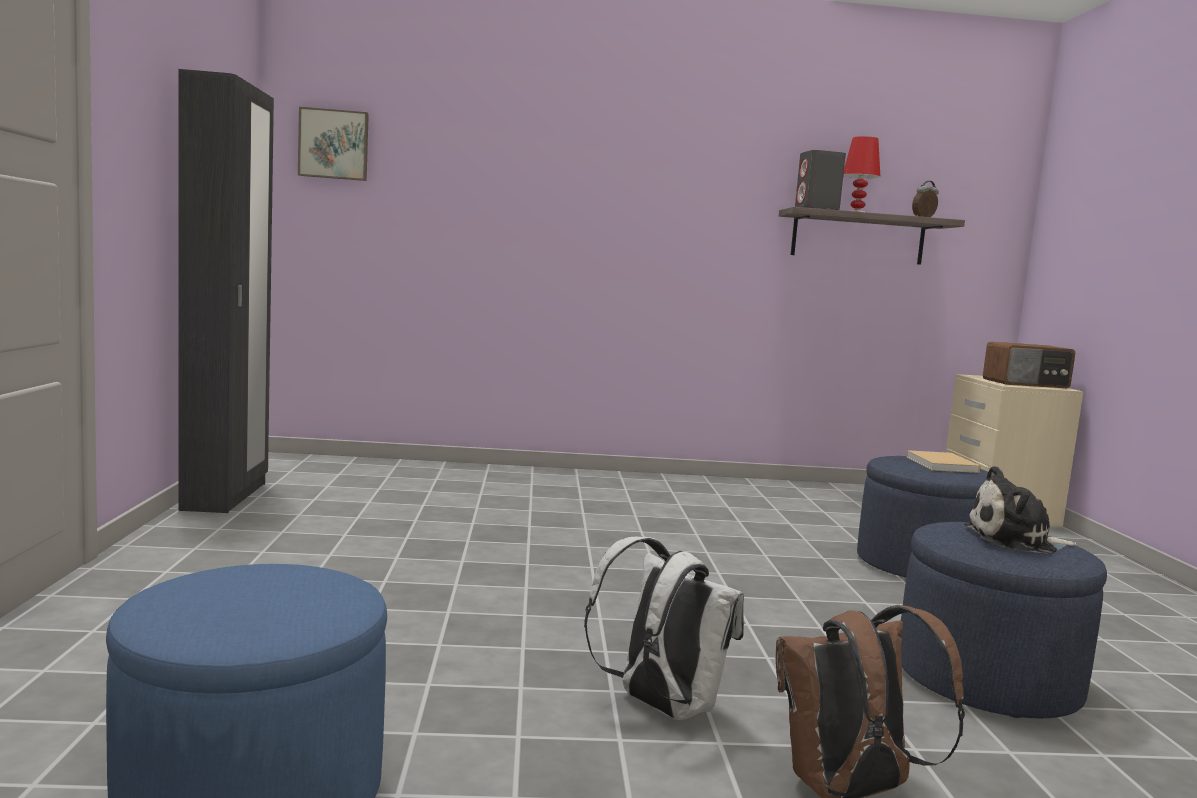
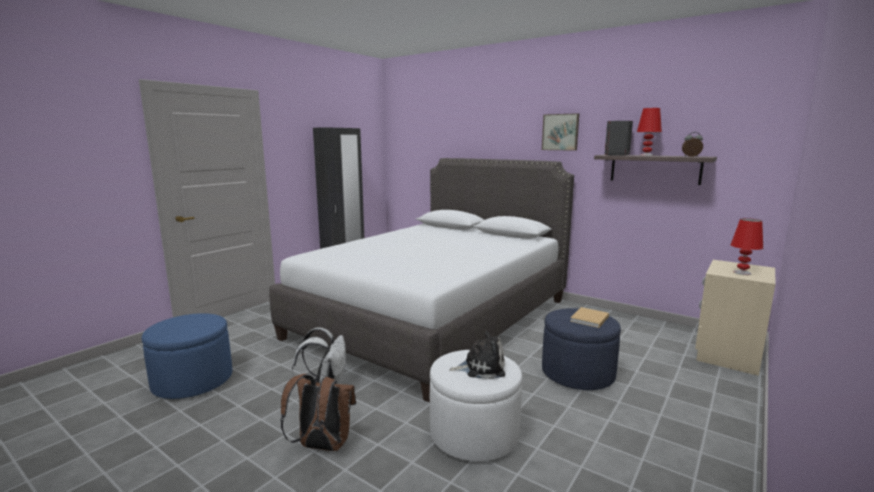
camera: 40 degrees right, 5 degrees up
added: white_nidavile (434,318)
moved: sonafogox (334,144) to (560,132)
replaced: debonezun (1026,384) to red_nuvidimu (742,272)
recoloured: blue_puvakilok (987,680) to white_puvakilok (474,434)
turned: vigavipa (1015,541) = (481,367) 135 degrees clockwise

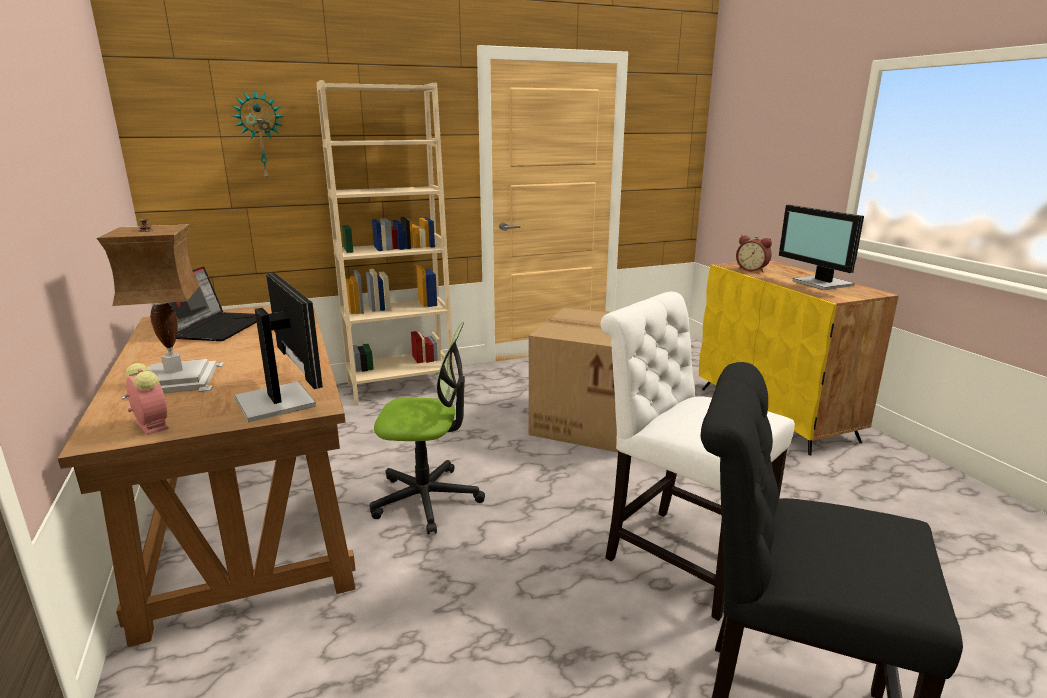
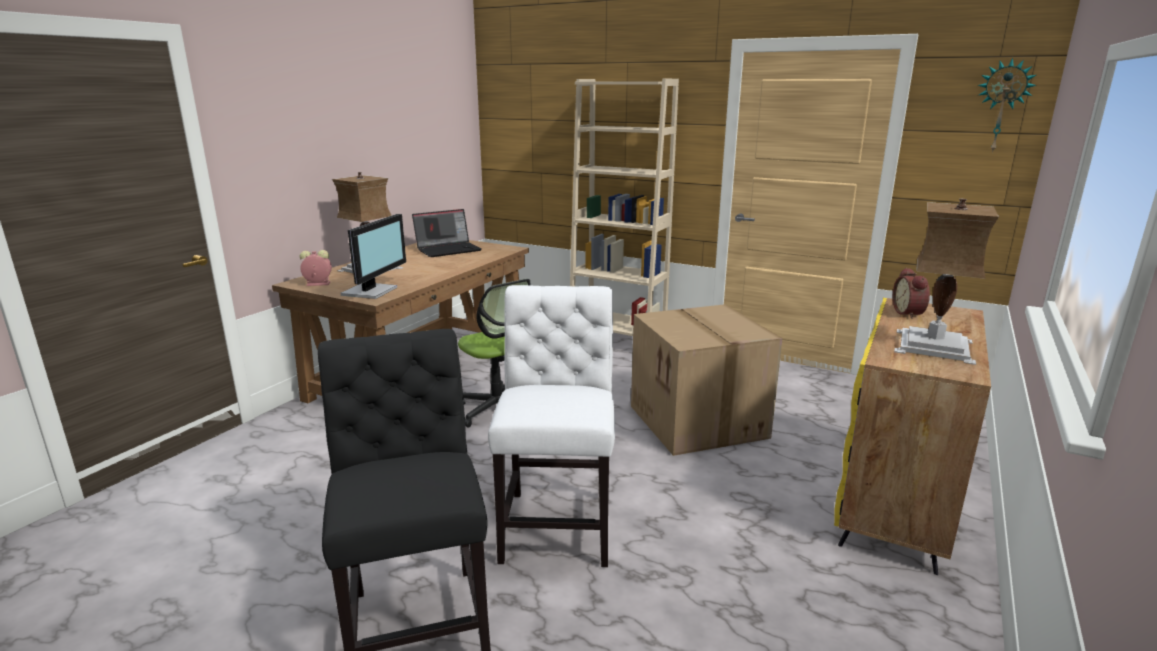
camera: 50 degrees right, 0 degrees up
moved: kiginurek (261,136) to (1001,106)
replaced: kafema (821,283) to nuvidimu (935,347)
turned: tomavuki (151,425) = (317,284) 105 degrees counterclockwise

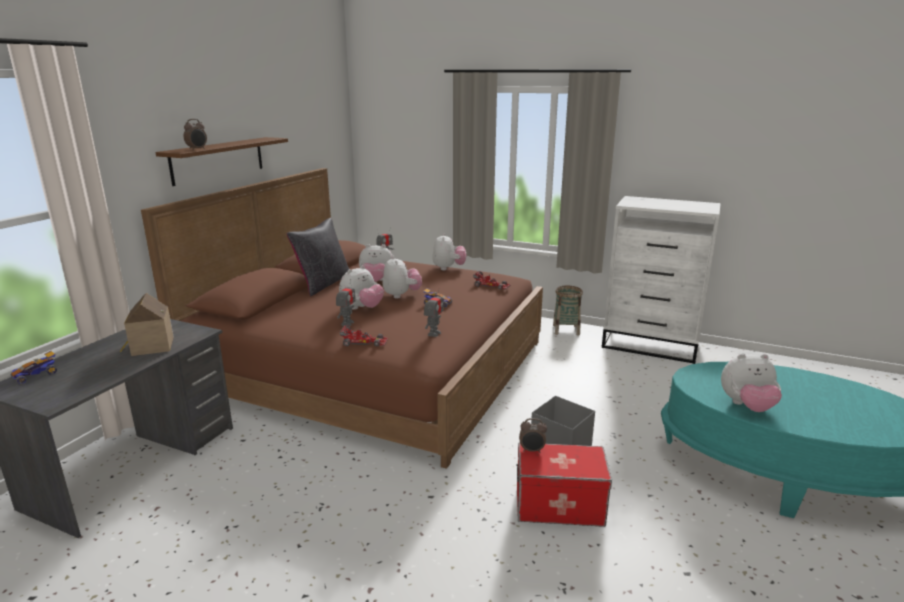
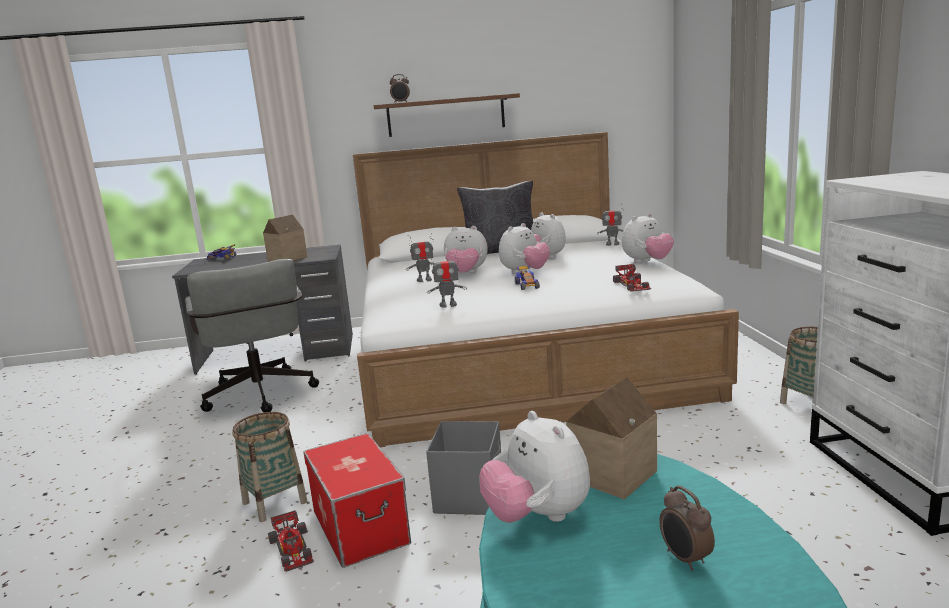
camera: 60 degrees right, 5 degrees down
added: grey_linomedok (261,397); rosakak (274,502); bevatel (608,474)
moved: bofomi (364,341) to (292,548); tomavuki (532,450) to (685,559)
recoloured: brown_nidavile (373,366) to white_nidavile (518,355)

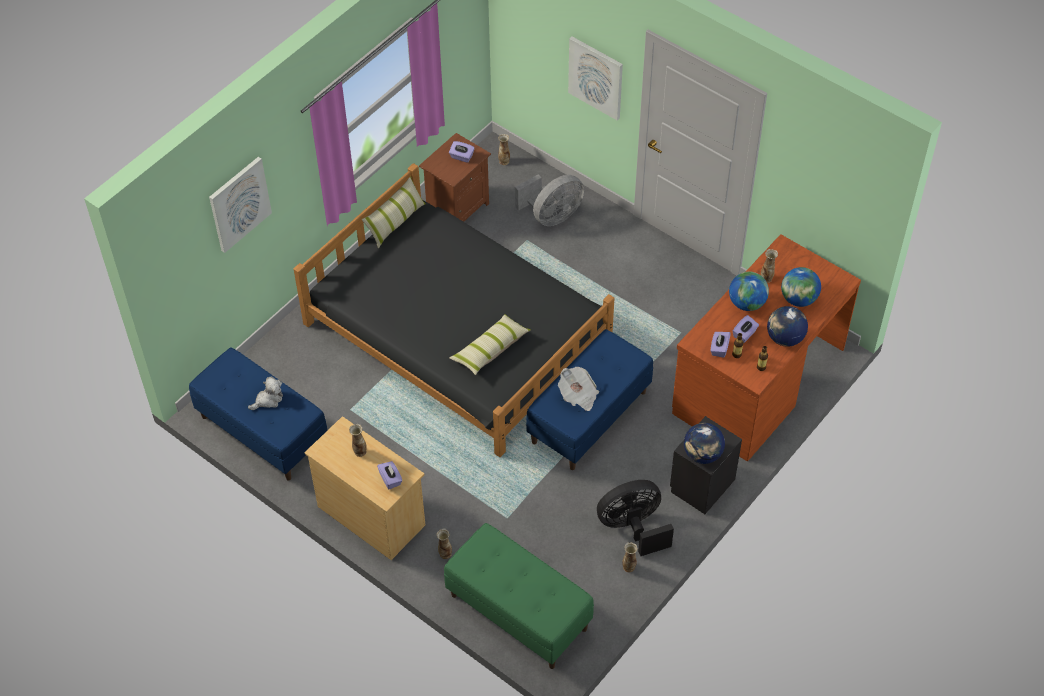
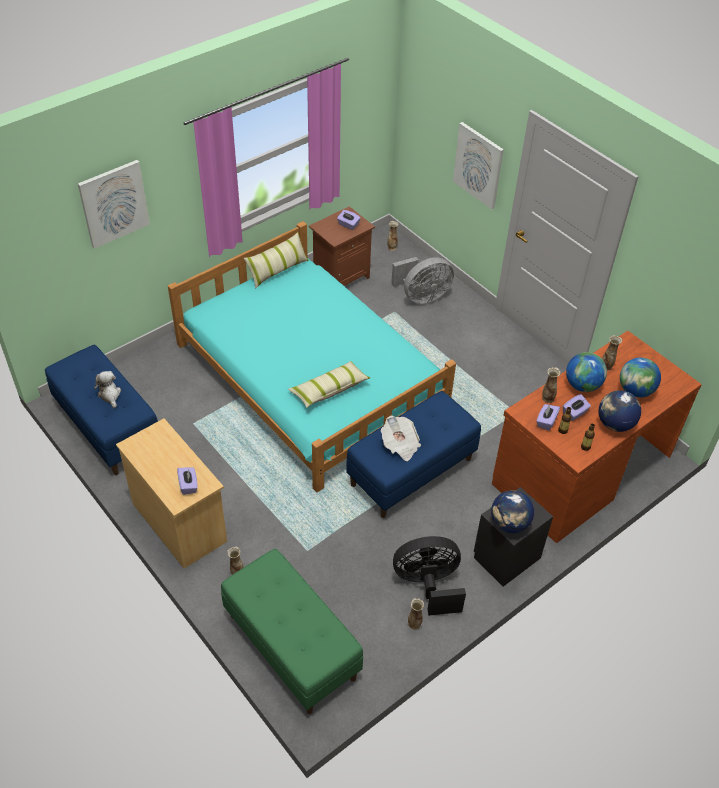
camera: 10 degrees right, 5 degrees down
moved: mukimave (359,452) to (547,398)
recoloured: black_nidavile (458,333) to turquoise_nidavile (311,376)
turned: vigavipa (268,400) = (110,395) 90 degrees counterclockwise

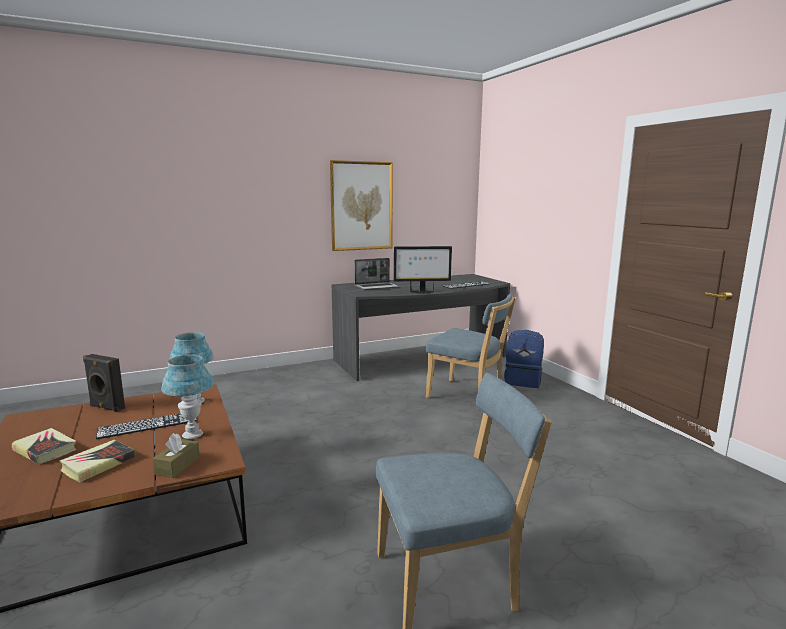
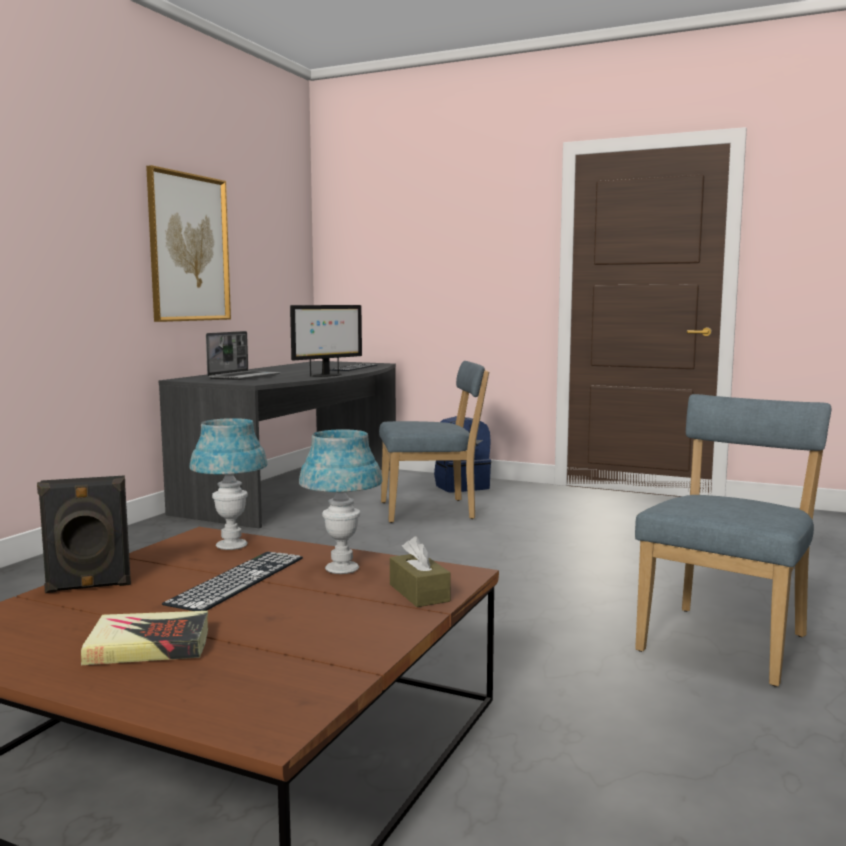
camera: 40 degrees left, 5 degrees down
removed: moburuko (98,464)

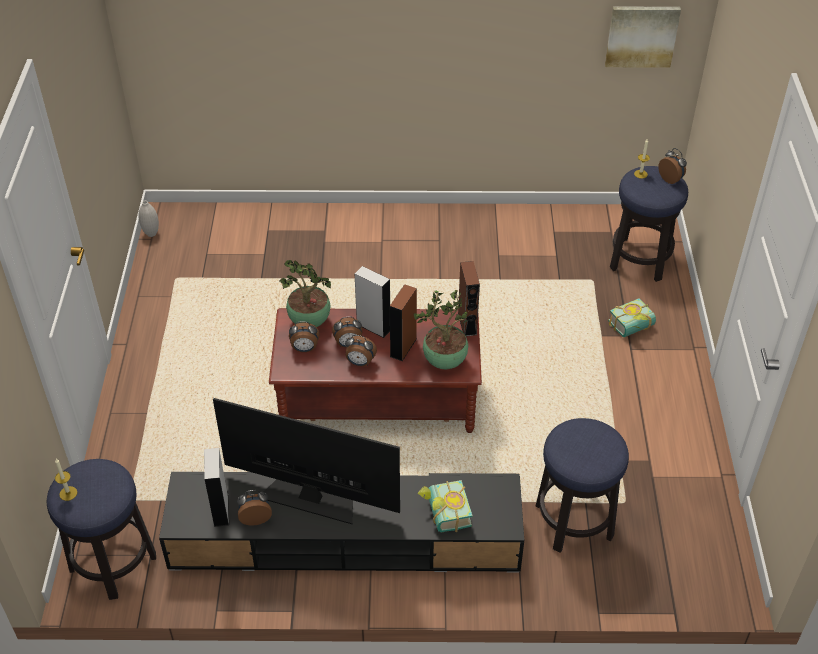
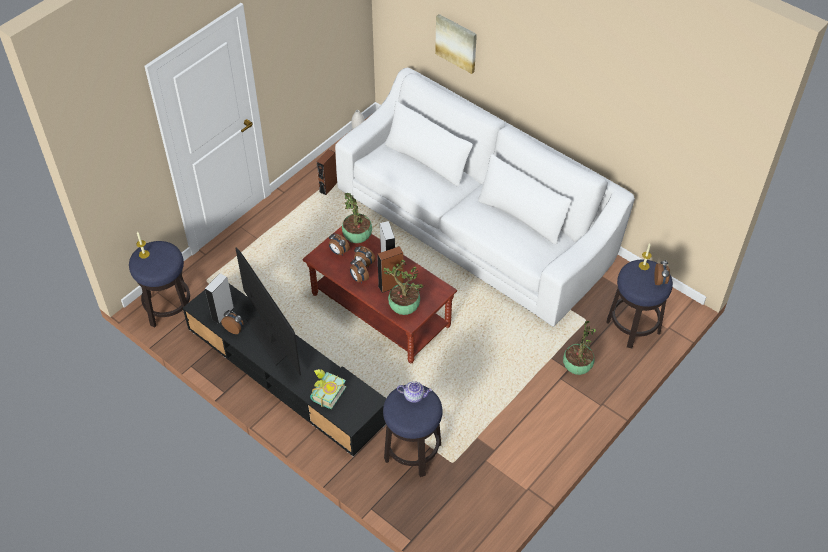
camera: 40 degrees right, 5 degrees up
added: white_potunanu (475,225); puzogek (414,396)
moved: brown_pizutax (467,323) to (328,187); sonafogox (641,35) to (456,43)
replaced: moburuko (633,328) to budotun (576,367)

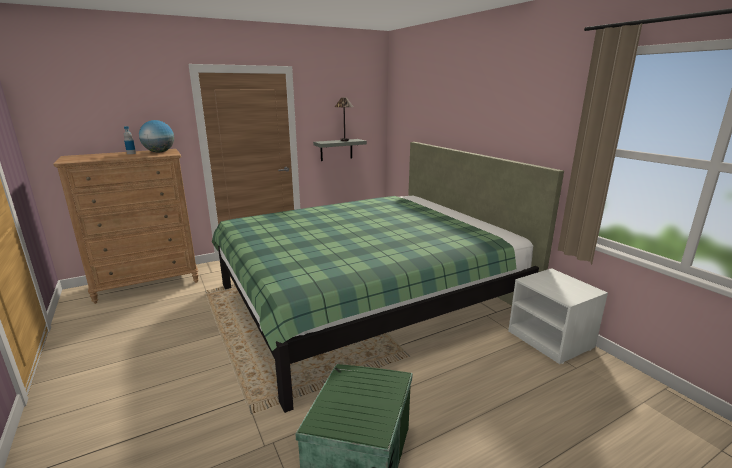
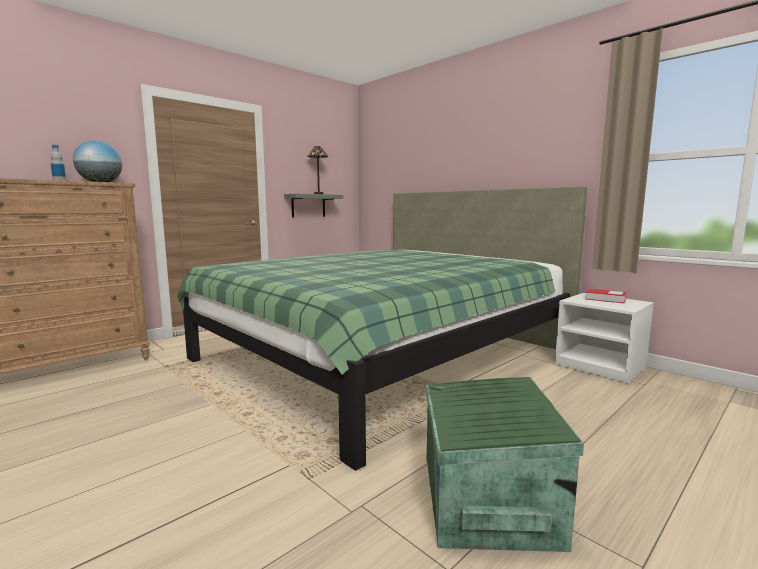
camera: 15 degrees left, 10 degrees down
added: moburuko (605,299)

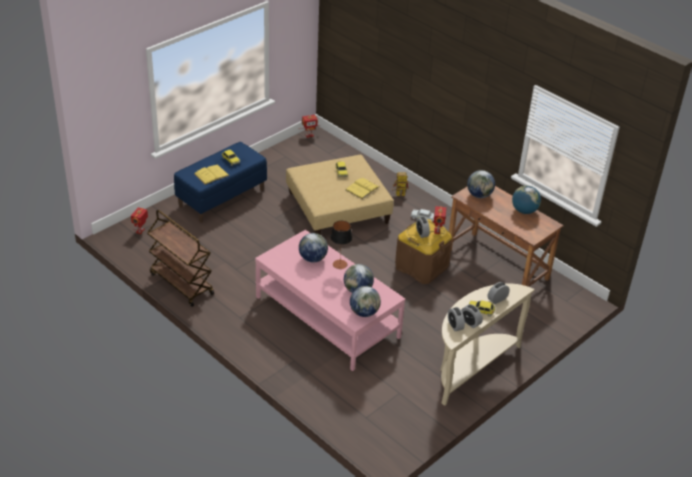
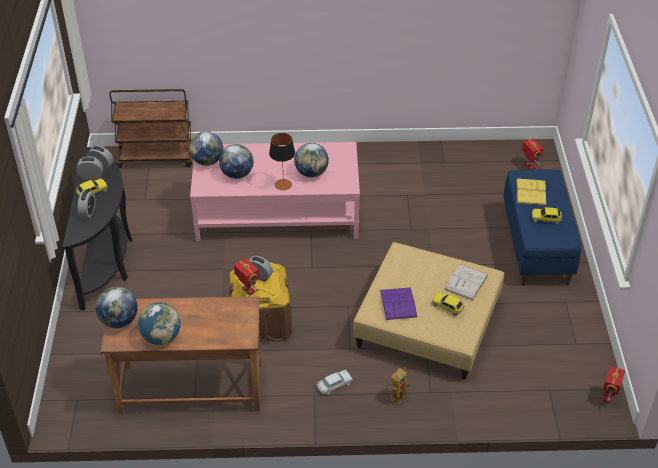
camera: 135 degrees right, 5 degrees up
added: white_moburuko (466,282)
moved: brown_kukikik (181,284) to (156,157); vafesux (479,195) to (119,321)
recoloured: yellow_moburuko (362,188) to purple_moburuko (398,303); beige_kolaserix (471,367) to black_kolaserix (108,260)

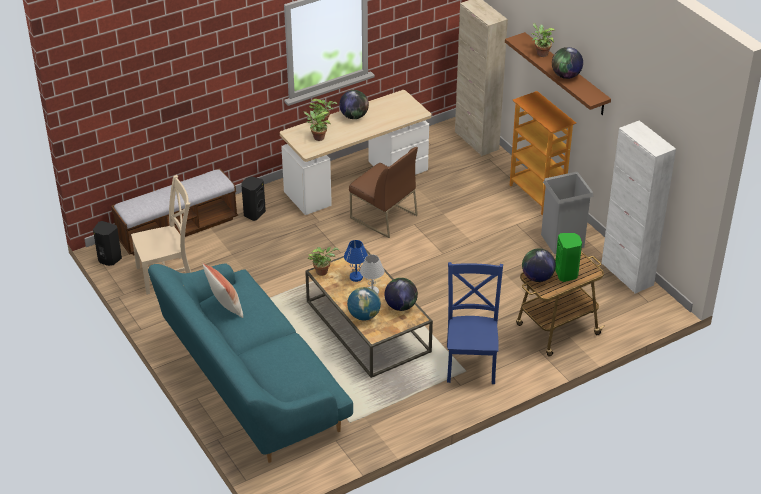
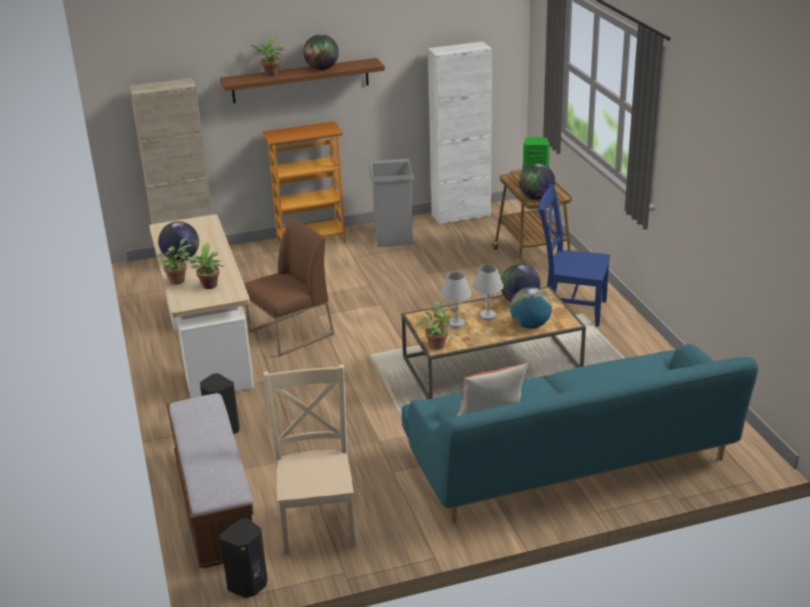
camera: 75 degrees left, 10 degrees down
recoloured: blue_nuvidimu (356,277) to white_nuvidimu (456,324)

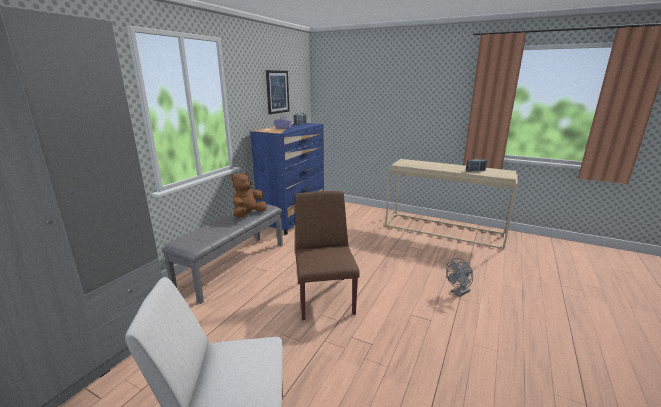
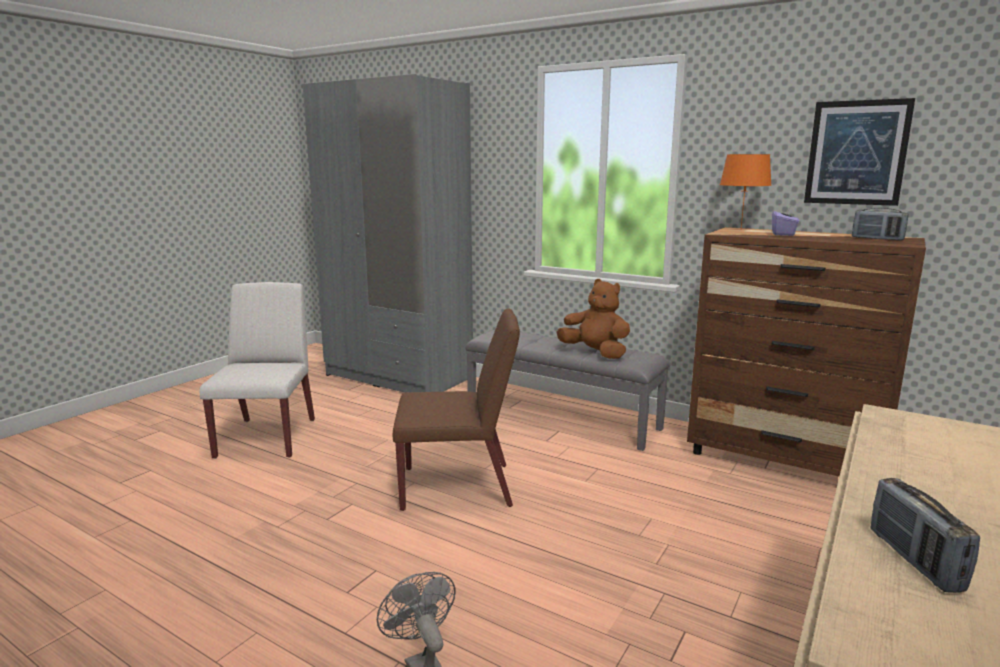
camera: 95 degrees right, 5 degrees down
added: orange_nuvidimu (740,229)
recoloured: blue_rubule (293,219) to brown_rubule (784,460)

